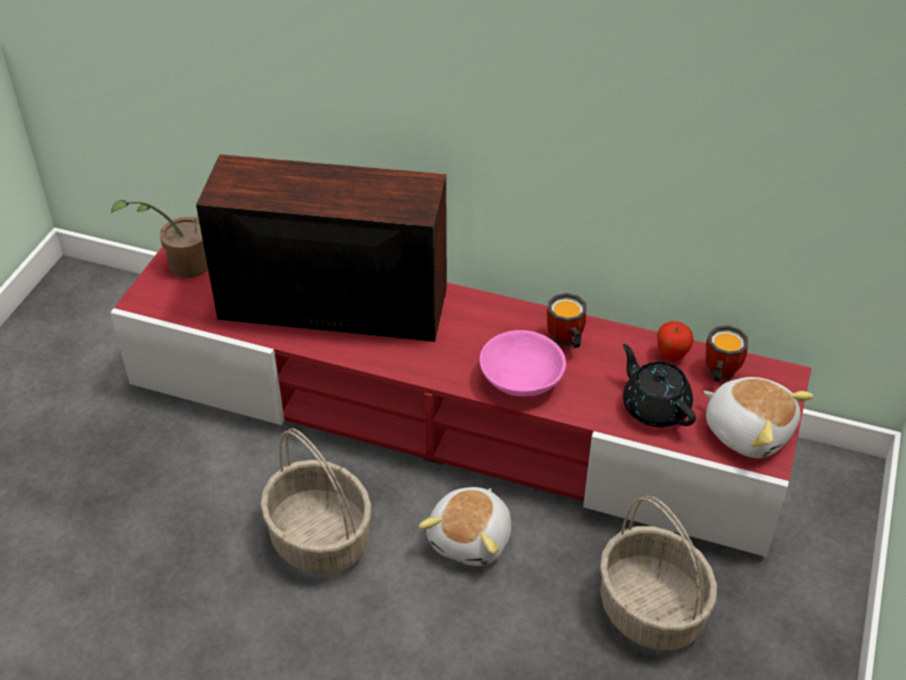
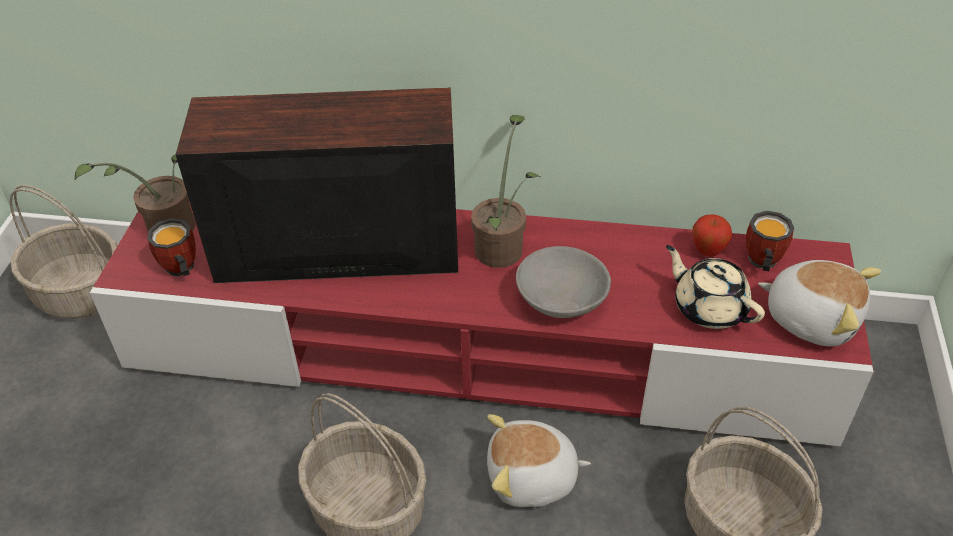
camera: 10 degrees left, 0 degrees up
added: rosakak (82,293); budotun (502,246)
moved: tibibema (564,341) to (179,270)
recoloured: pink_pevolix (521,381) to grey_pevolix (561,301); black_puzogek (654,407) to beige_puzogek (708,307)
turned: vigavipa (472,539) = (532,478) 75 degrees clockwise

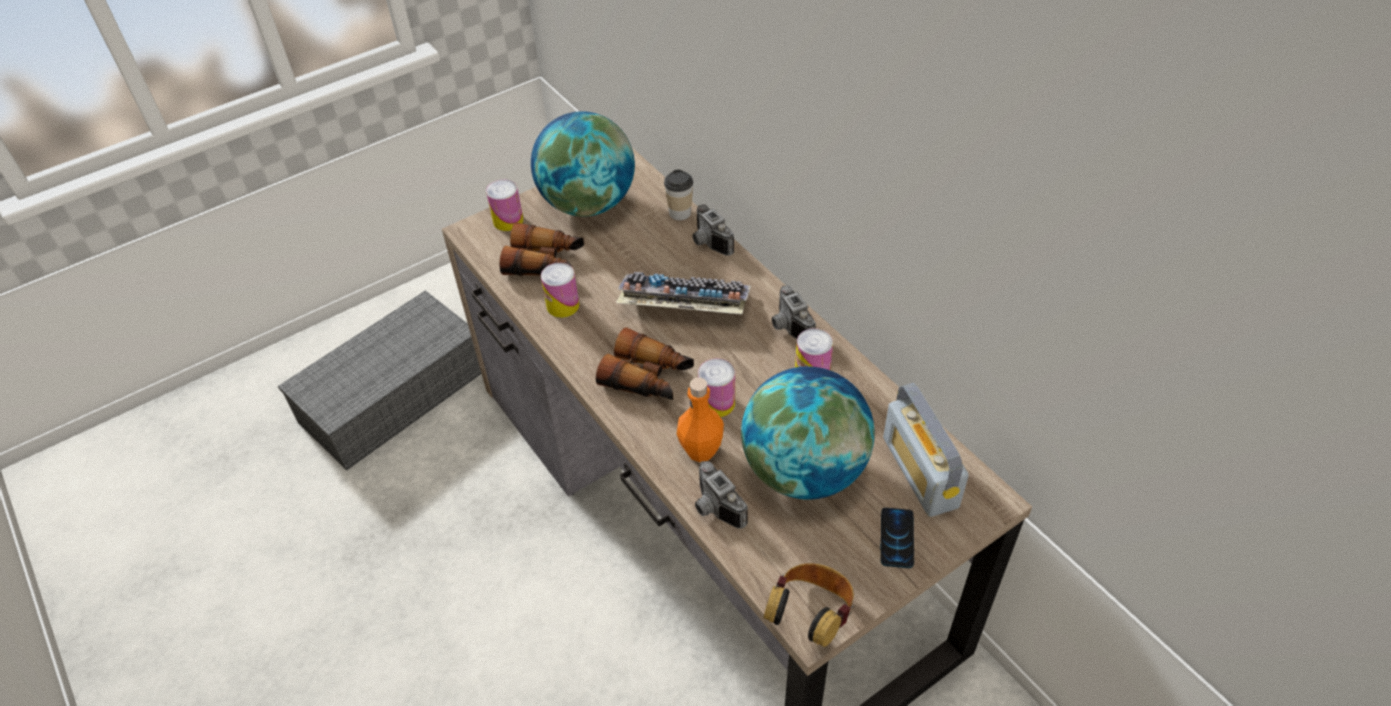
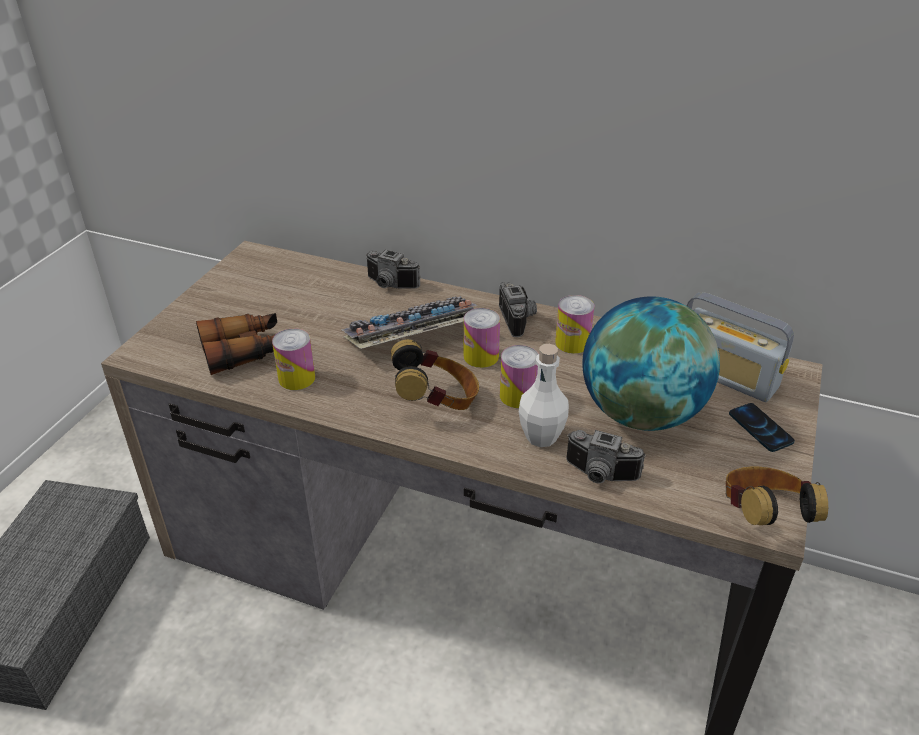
camera: 35 degrees left, 10 degrees down
removed: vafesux (588,204); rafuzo (680,213)
moved: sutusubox (508,221) to (481,356)
replaced: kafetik (648,377) to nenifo (437,401)
recoloured: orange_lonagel (701,450) to white_lonagel (541,436)
turned: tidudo (788,327) = (519,319) 135 degrees counterclockwise

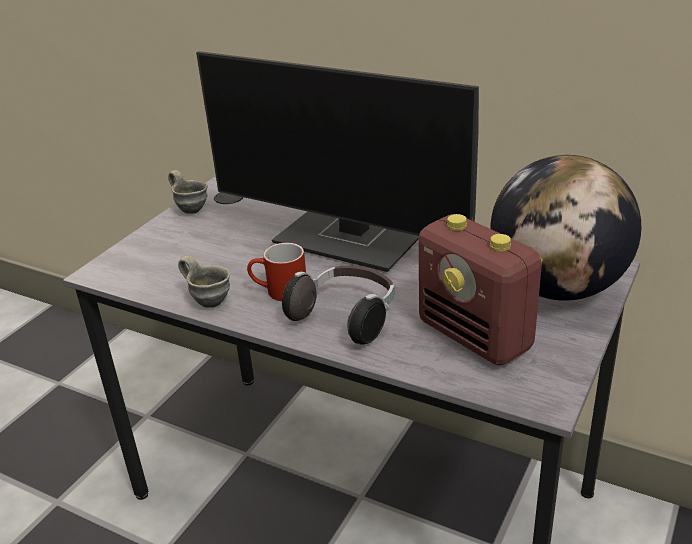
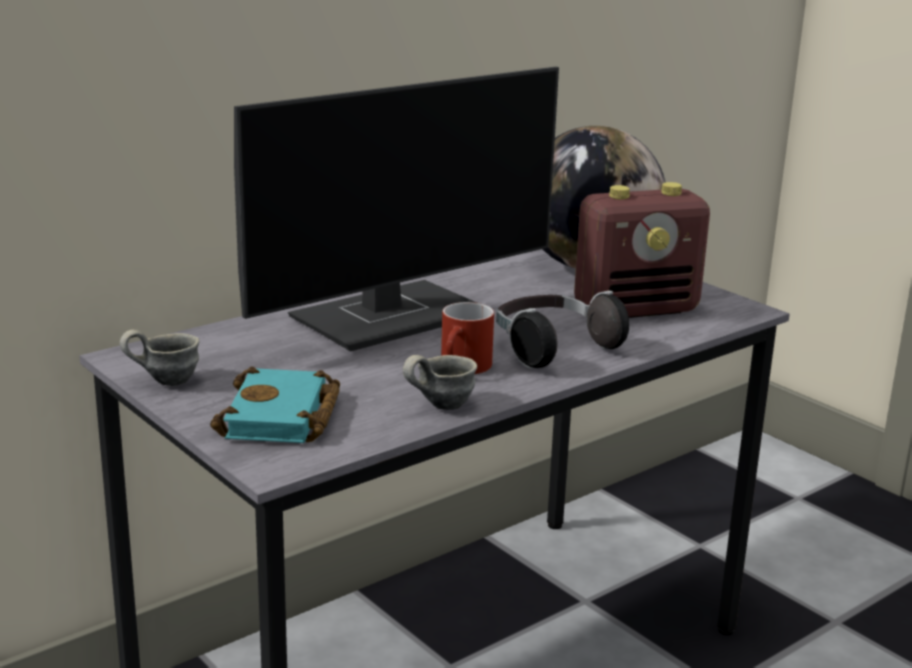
camera: 70 degrees left, 10 degrees down
added: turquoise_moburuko (282,418)

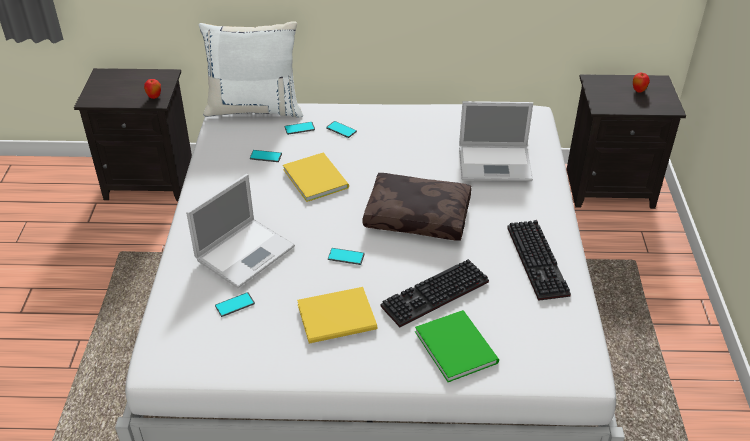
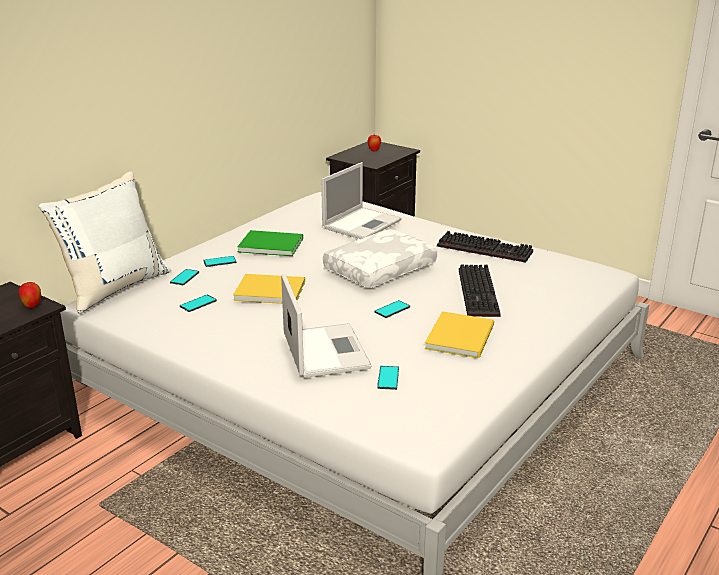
camera: 55 degrees left, 15 degrees down
moved: green_moburuko (456,345) to (269,244)
recoloured: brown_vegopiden (418,215) to white_vegopiden (379,268)

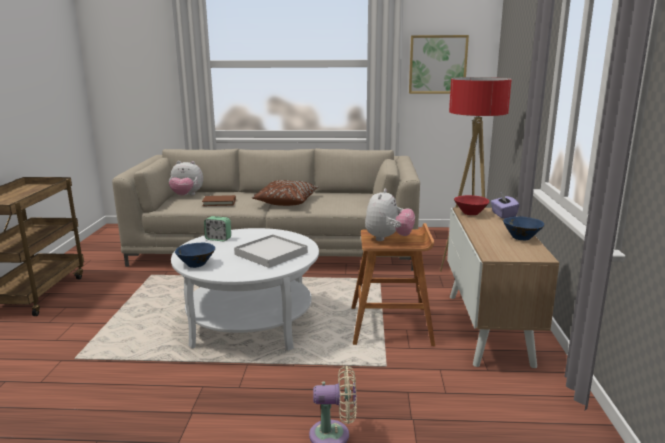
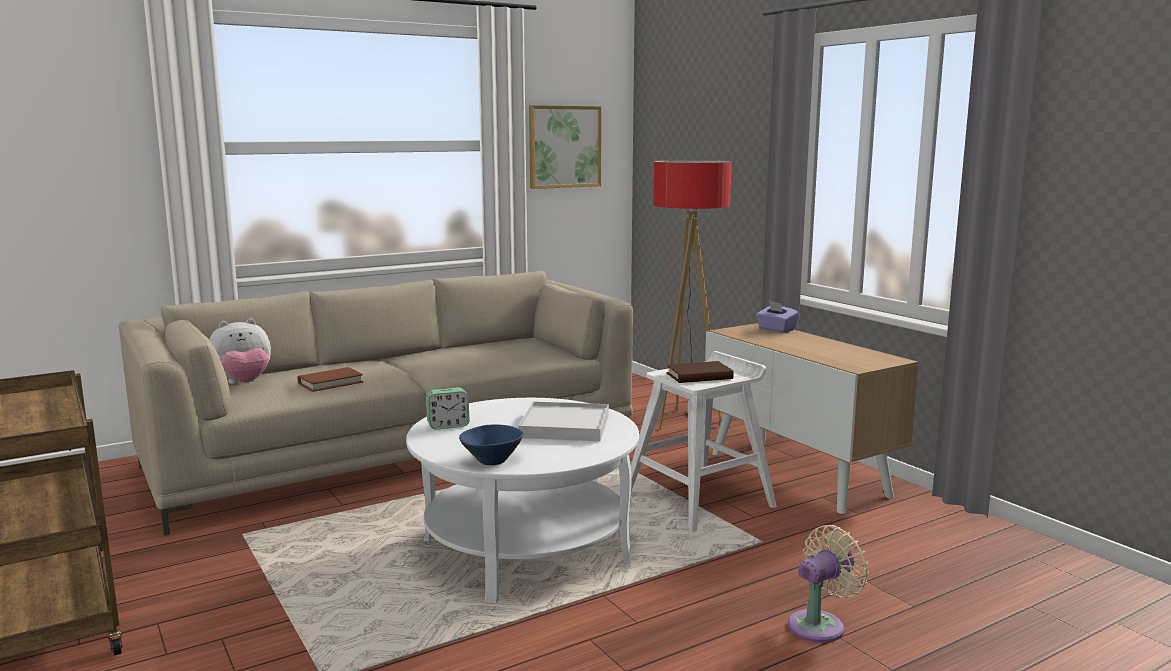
camera: 35 degrees left, 5 degrees down
removed: brown_vegopiden (286,202); red_pevolix (470,213); blue_pevolix (522,237)
replaced: vigavipa (388,239) to brown_moburuko (699,376)
recoloured: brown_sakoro (391,325) to white_sakoro (700,500)

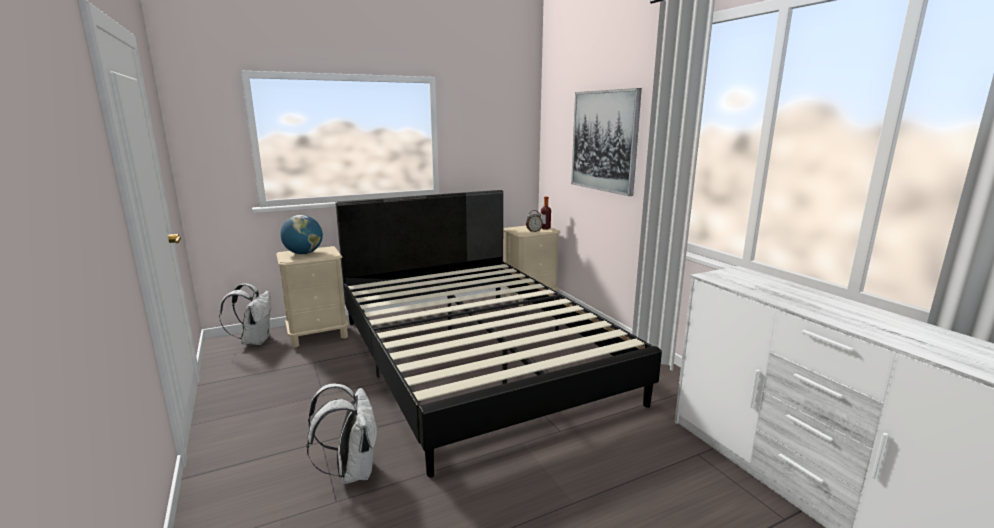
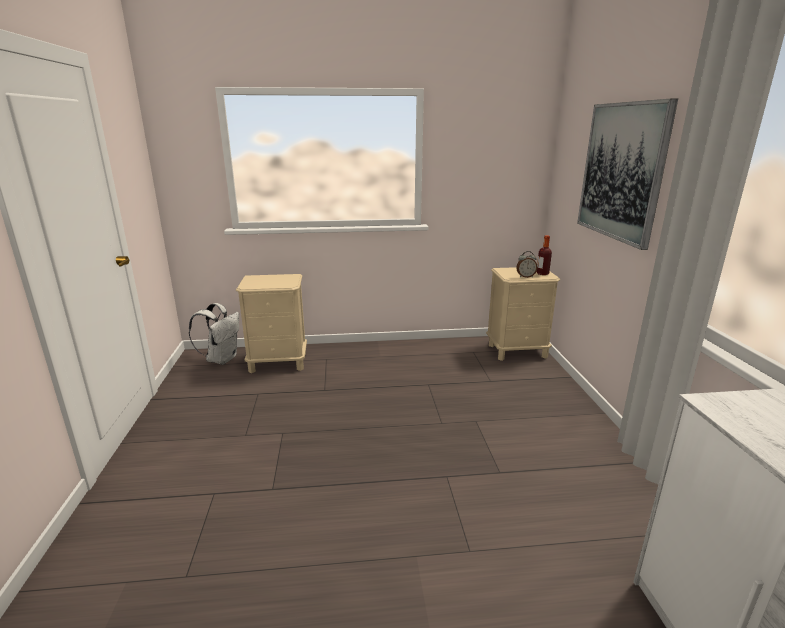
camera: 20 degrees right, 5 degrees up
removed: vafesux (303,253); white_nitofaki (351,471); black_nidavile (475,357)

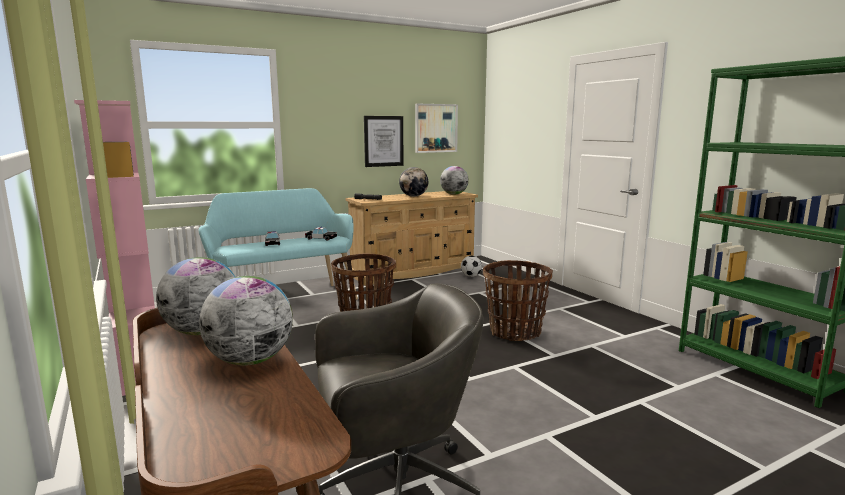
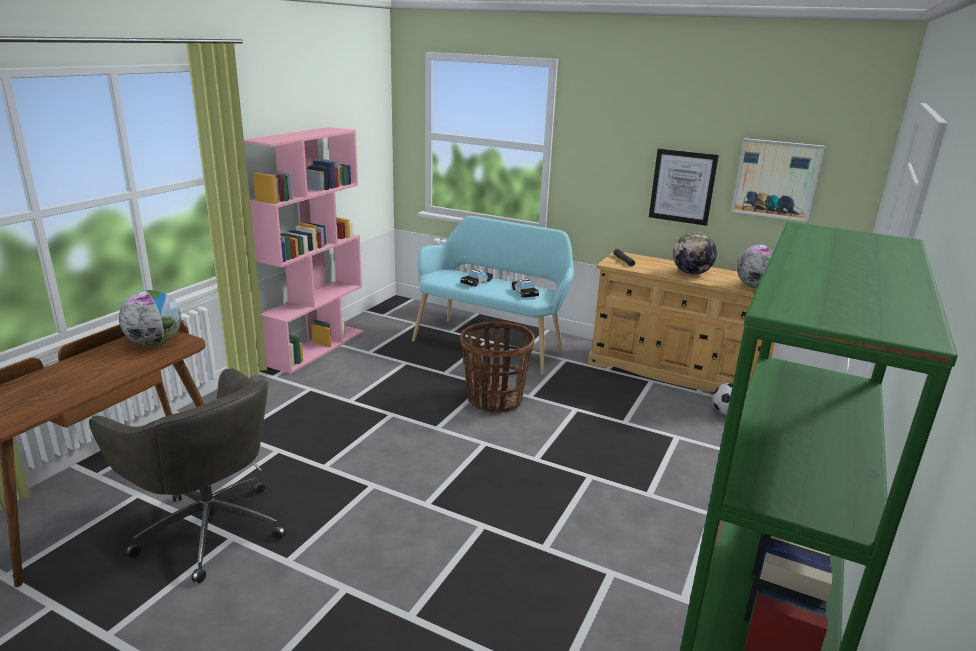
camera: 55 degrees right, 10 degrees up
removed: vafesux (250,360); rosakak (515,332)

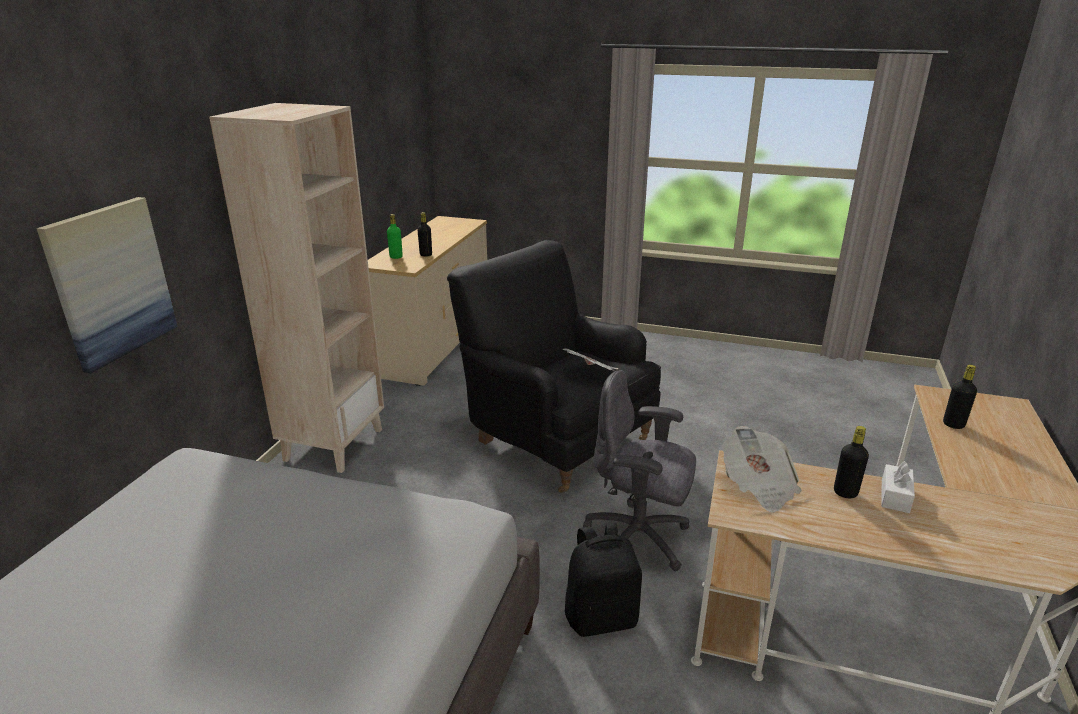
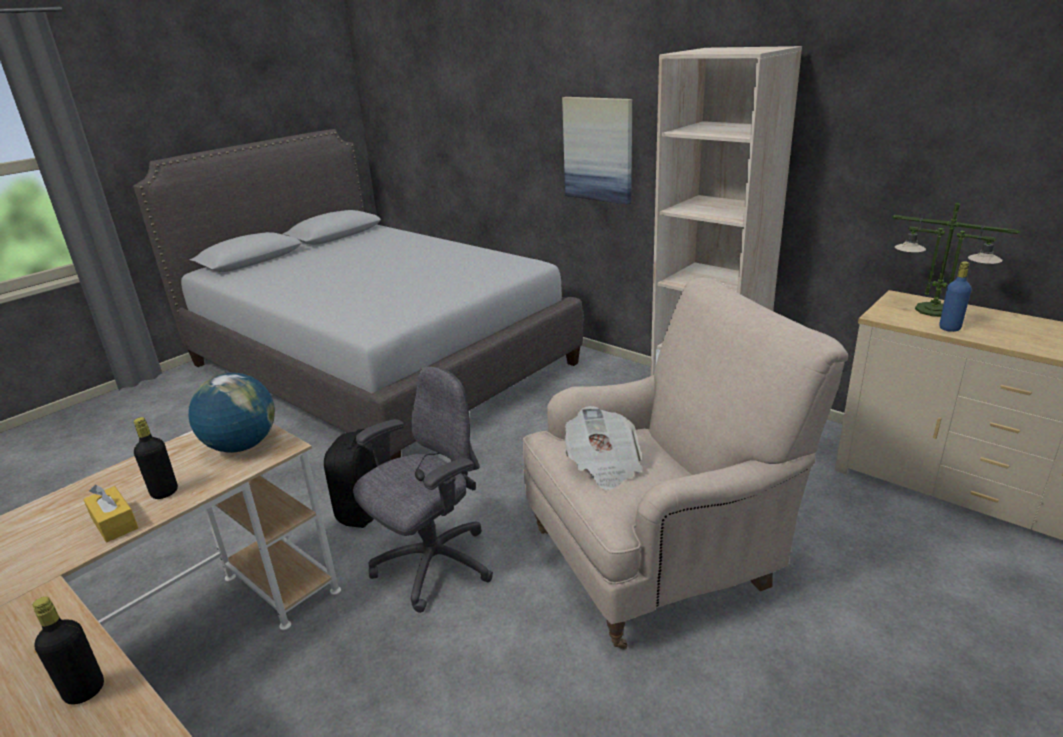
camera: 115 degrees right, 0 degrees up
replaced: green_lonagel (396,257) to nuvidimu (934,310); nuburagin (758,486) to vafesux (241,446)
recoloured: black_lonagel (426,255) to blue_lonagel (949,328); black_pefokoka (556,439) to beige_pefokoka (658,557); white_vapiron (895,496) to yellow_vapiron (114,523)

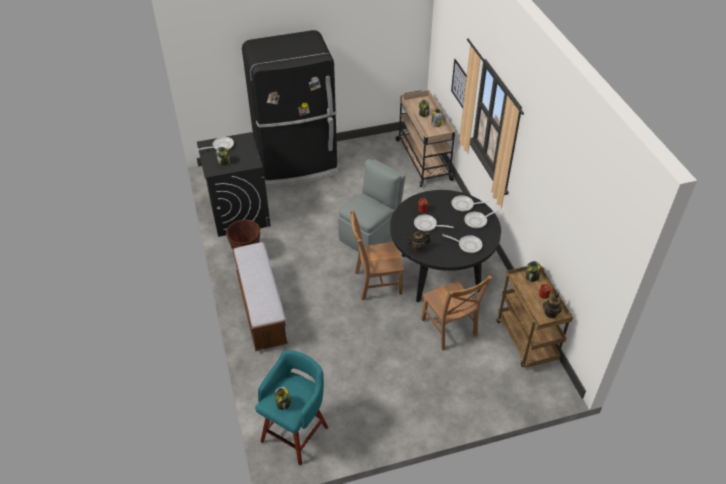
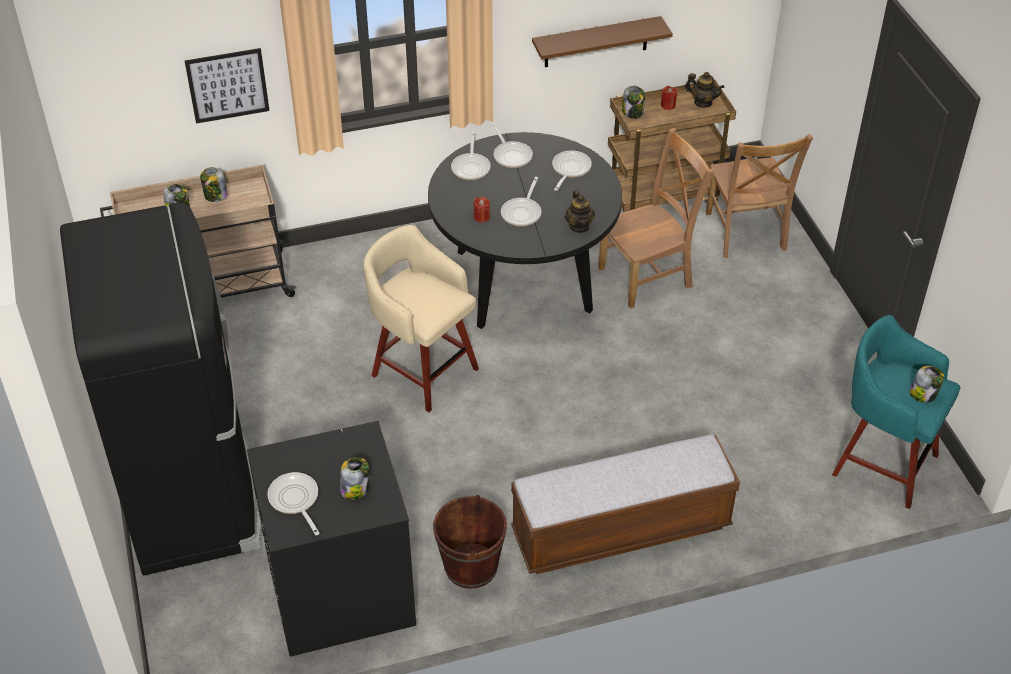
camera: 90 degrees left, 0 degrees up
added: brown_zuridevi (596,42)
moved: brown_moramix (375,283) to (745,234)
replaced: grey_moramix (370,234) to beige_sakoro (422,370)

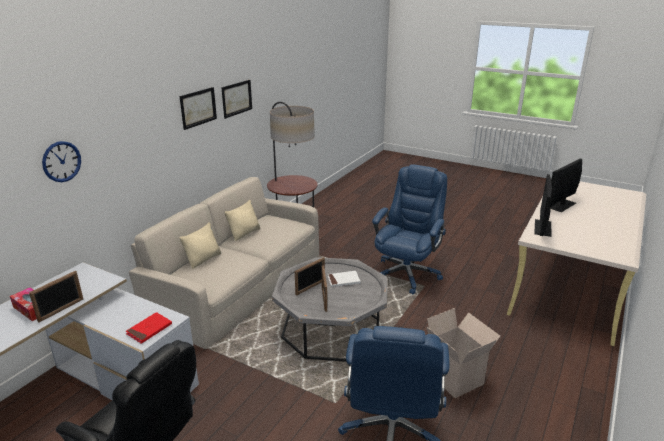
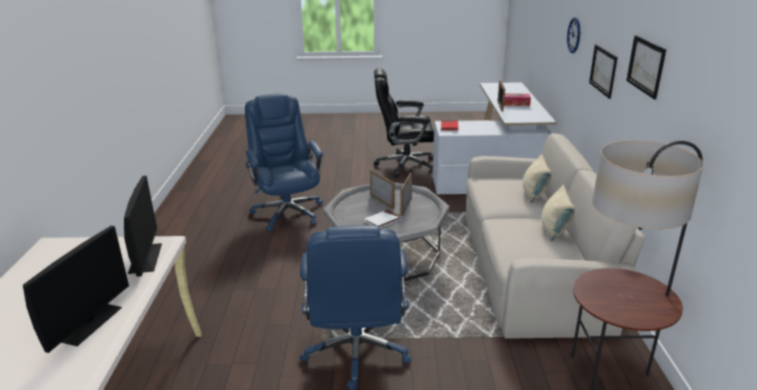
camera: 150 degrees right, 0 degrees up
removed: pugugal (456,377)
moved: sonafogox (237,98) to (603,70)

